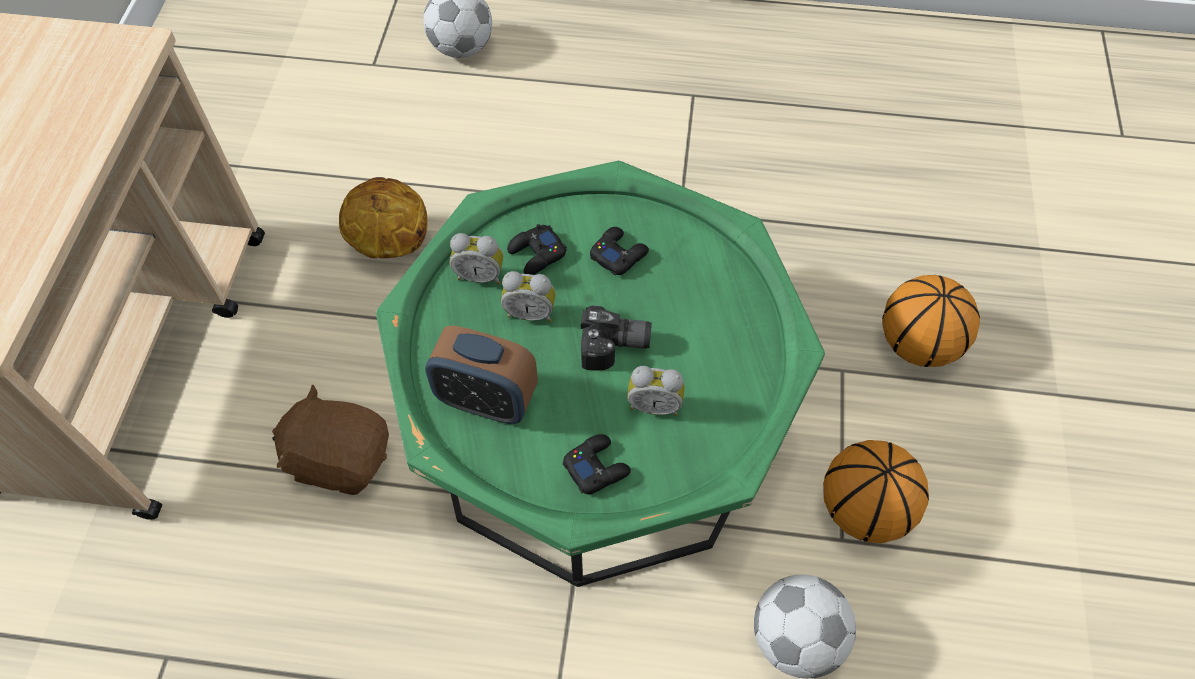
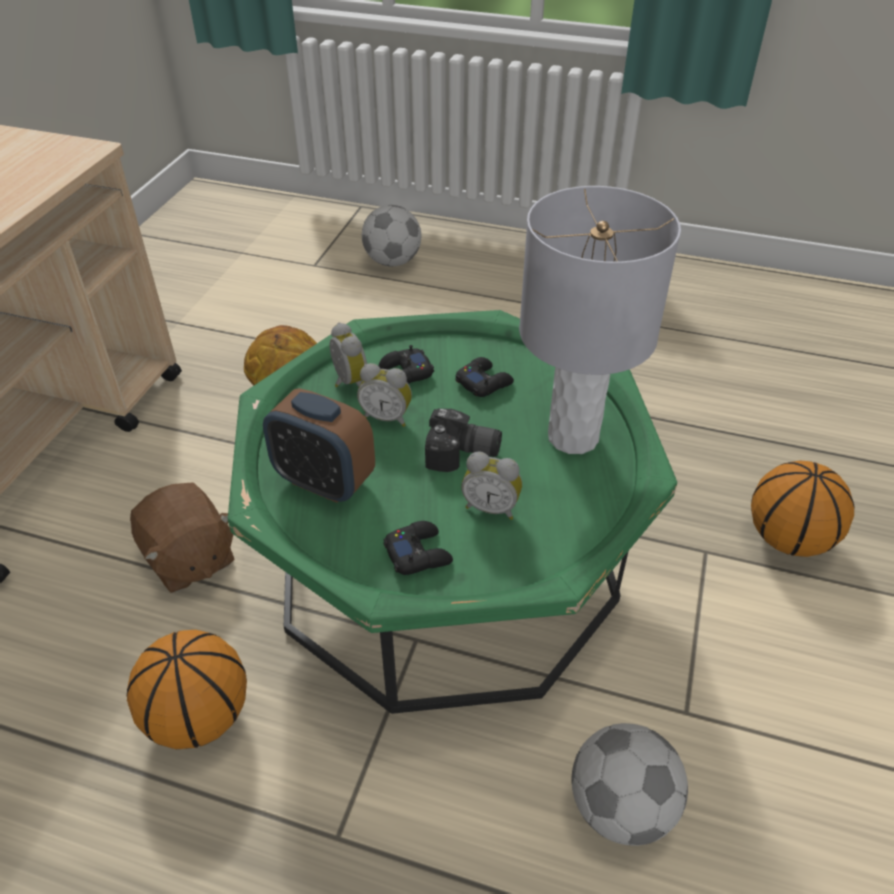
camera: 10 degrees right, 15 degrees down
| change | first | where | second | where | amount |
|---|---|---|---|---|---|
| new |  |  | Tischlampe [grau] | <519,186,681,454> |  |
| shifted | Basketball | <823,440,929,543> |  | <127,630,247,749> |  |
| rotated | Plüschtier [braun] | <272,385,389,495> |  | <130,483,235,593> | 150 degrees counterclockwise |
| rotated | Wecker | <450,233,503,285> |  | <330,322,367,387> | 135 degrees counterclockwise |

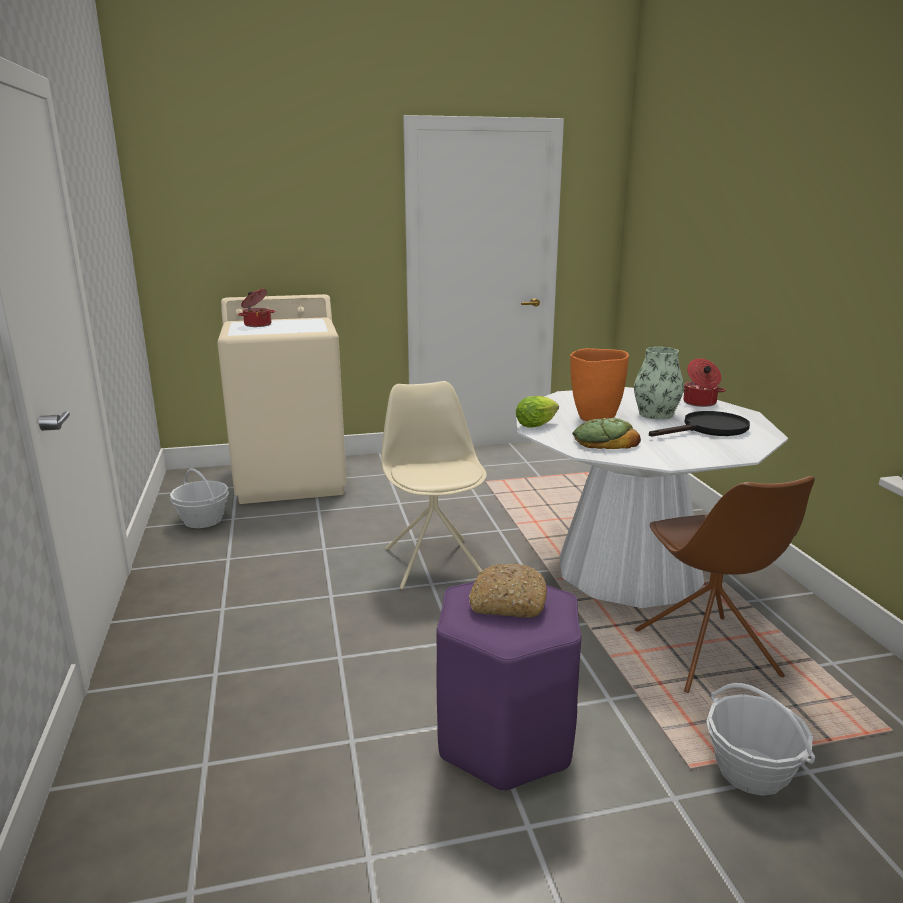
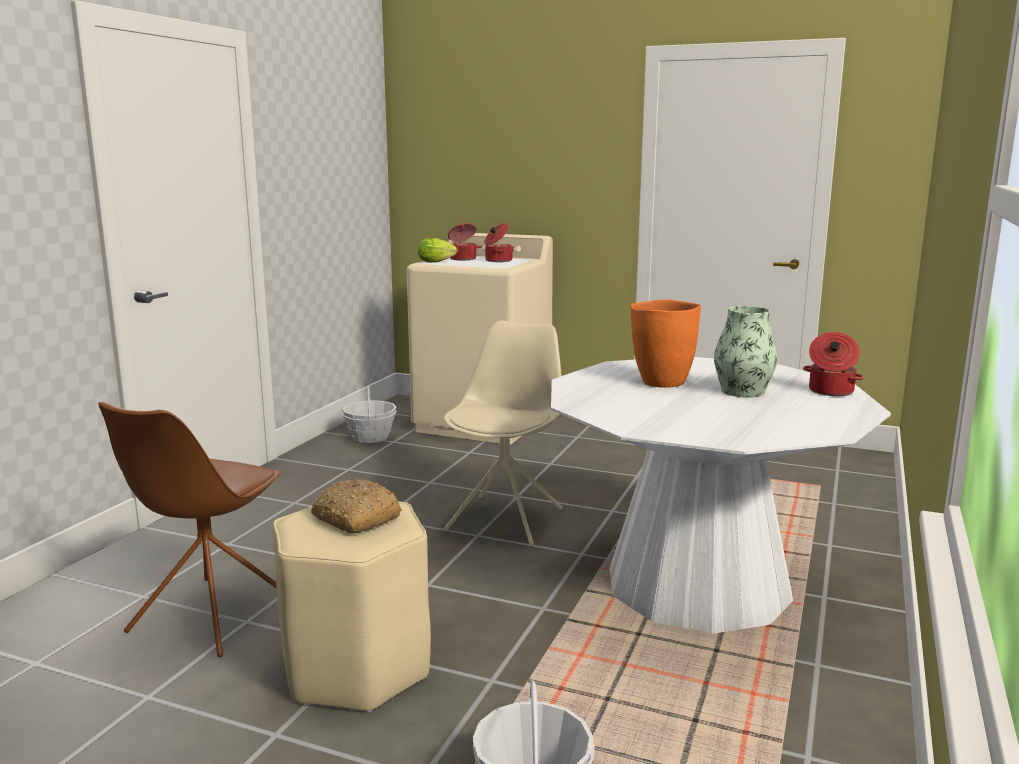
camera: 35 degrees right, 5 degrees down
| change | first | where | second | where | amount |
|---|---|---|---|---|---|
| gone | Brot | <572,418,641,449> |  |  |  |
| gone | Pfanne [schwarz] | <649,411,750,437> |  |  |  |
| new |  |  | Kochtopf | <484,223,514,262> |  |
| shifted | Salatkopf | <516,396,559,428> |  | <418,238,458,263> |  |
| shifted | Stuhl [braun] | <635,476,815,693> |  | <98,401,282,657> |  |
| repainted | Hocker [lila] | <436,581,581,791> | Hocker [beige] | <273,501,431,713> |  |

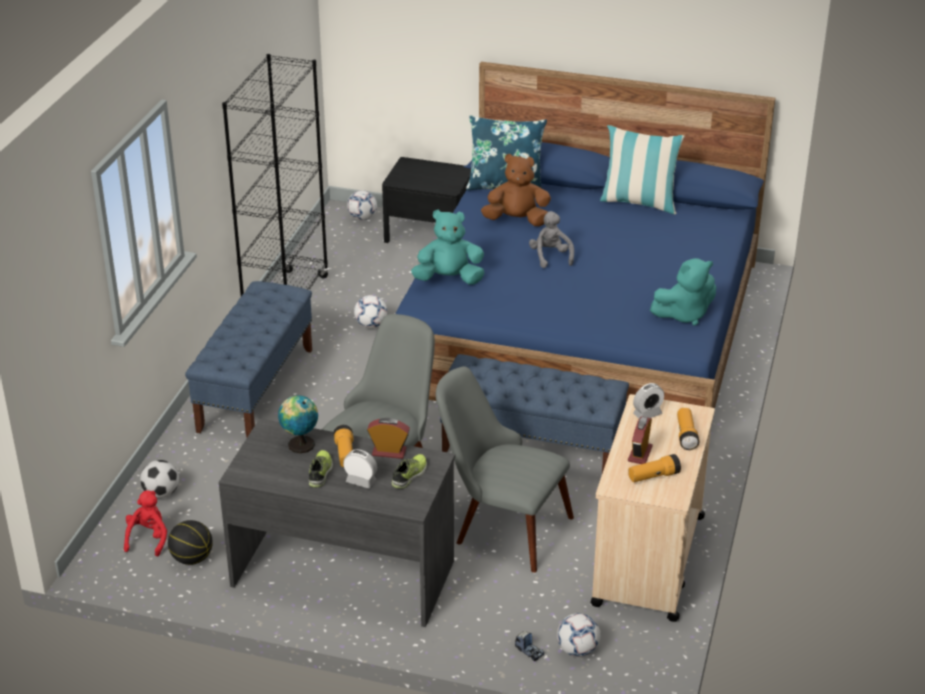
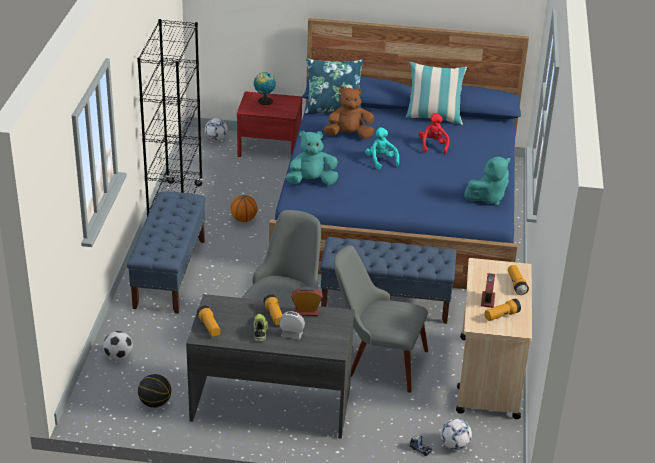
camera: 10 degrees left, 0 degrees up
| change | first | where | second | where | amount |
|---|---|---|---|---|---|
| gone | Schuh | <391,454,427,489> |  |  |  |
| gone | Wecker | <633,383,664,418> |  |  |  |
| new |  |  | Taschenlampe | <197,305,221,337> |  |
| shifted | Plüschtier [rot] | <124,490,167,556> |  | <419,113,449,154> |  |
| shifted | Globus | <278,396,318,453> |  | <254,72,276,105> |  |
| swapped | Fußball | <354,295,387,328> | Basketball | <231,195,258,222> |  |
| repainted | Nachttisch [schwarz] | <382,157,471,243> | Nachttisch [rot] | <237,92,302,157> |  |
| repainted | Plüschtier [grau] | <529,211,574,268> | Plüschtier [türkis] | <365,127,399,170> |  |

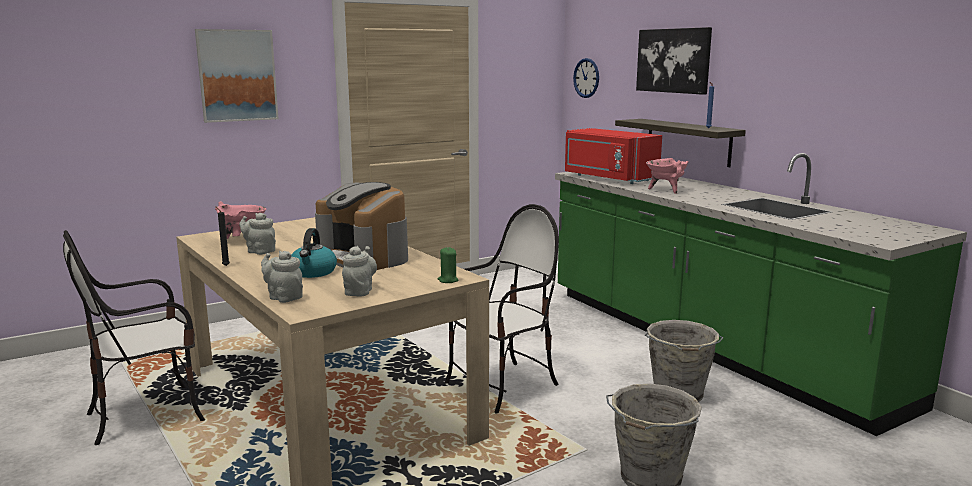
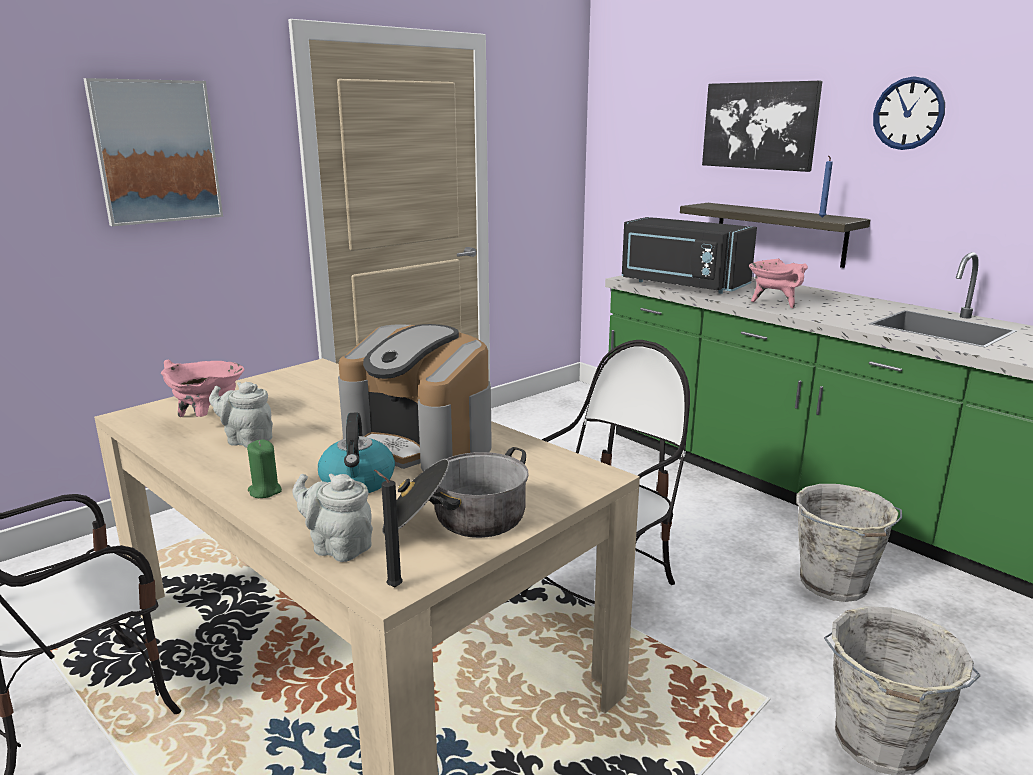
camera: 10 degrees left, 5 degrees up
| change | first | where | second | where | amount |
|---|---|---|---|---|---|
| shifted | Kerze [schwarz] | <215,206,230,266> |  | <374,470,403,587> |  |
| shifted | Kerze [grün] | <438,247,459,283> |  | <247,439,282,498> |  |
| shifted | Wanduhr | <573,58,599,98> |  | <873,76,945,150> |  |
| swapped | Teekanne [grau] | <342,246,377,296> | Kochtopf | <382,447,529,538> |  |
| repainted | Mikrowelle [rot] | <565,128,662,184> | Mikrowelle [schwarz] | <622,217,757,294> |  |

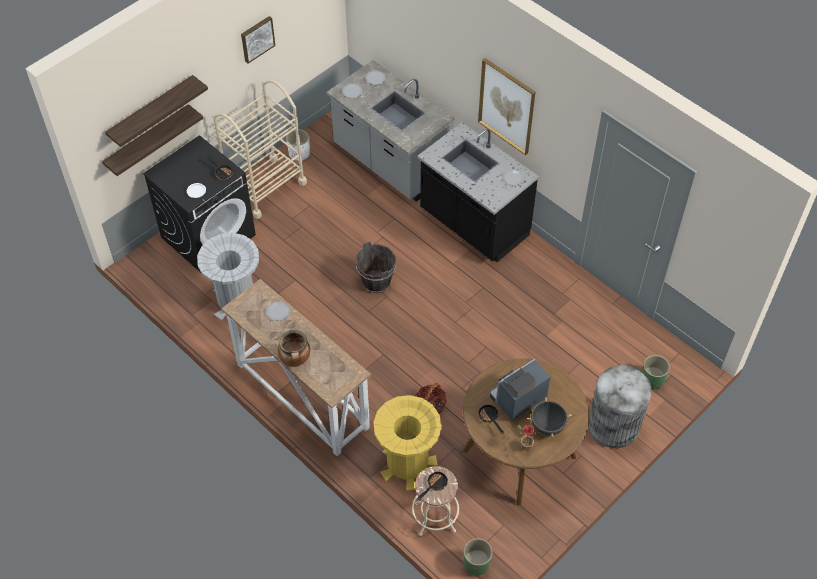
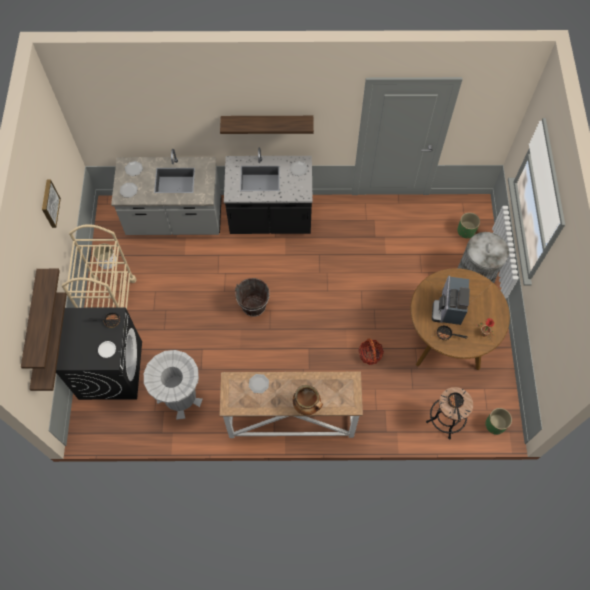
camera: 45 degrees left, 10 degrees up
| change | first | where | second | where | amount |
|---|---|---|---|---|---|
| gone | Mülleimer [gelb] | <373,395,442,491> |  |  |  |
| gone | Kochtopf [schwarz] | <527,397,572,437> |  |  |  |
| swapped | Bild | <478,58,535,155> | Wandregal | <220,116,314,134> |  |
| repainted | Hocker [beige] | <412,466,459,536> | Hocker [schwarz] | <426,387,473,439> |  |

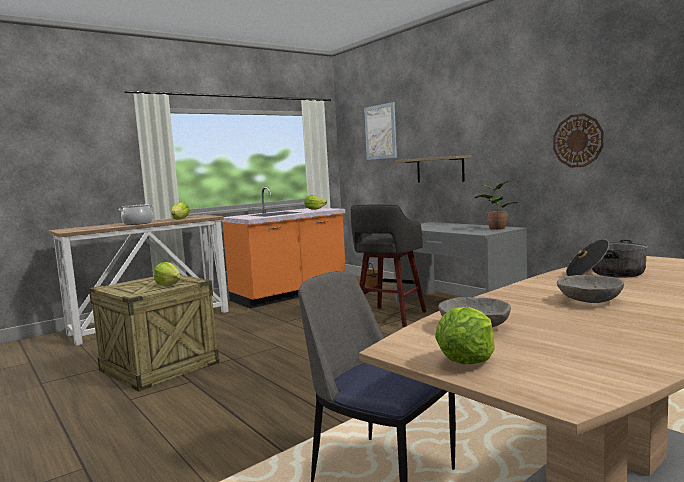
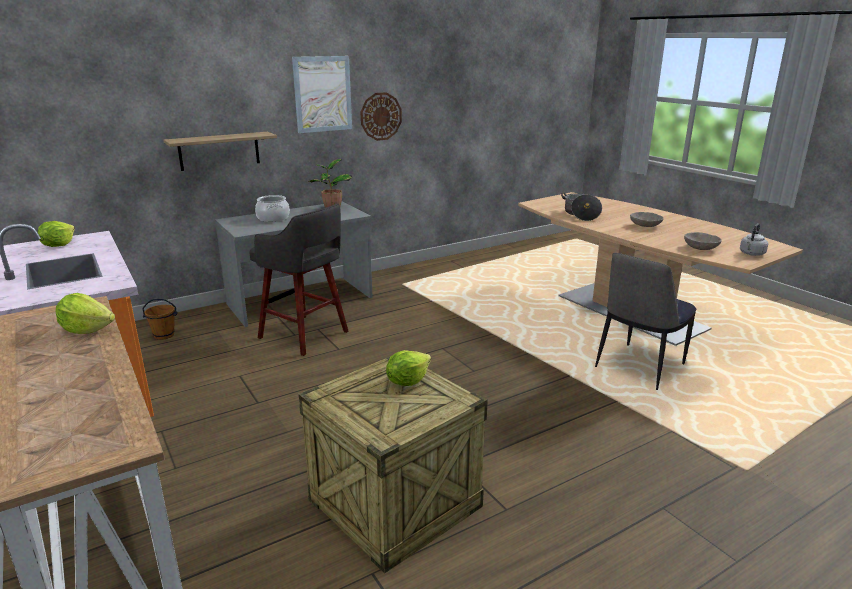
camera: 85 degrees left, 15 degrees up
| change | first | where | second | where | amount |
|---|---|---|---|---|---|
| shifted | Kochtopf | <119,204,154,225> |  | <255,195,290,222> |  |
| shifted | Bild | <364,102,397,160> |  | <292,56,352,133> |  |
| swapped | Salatkopf | <435,307,495,364> | Wasserkessel [grau] | <740,223,768,256> |  |

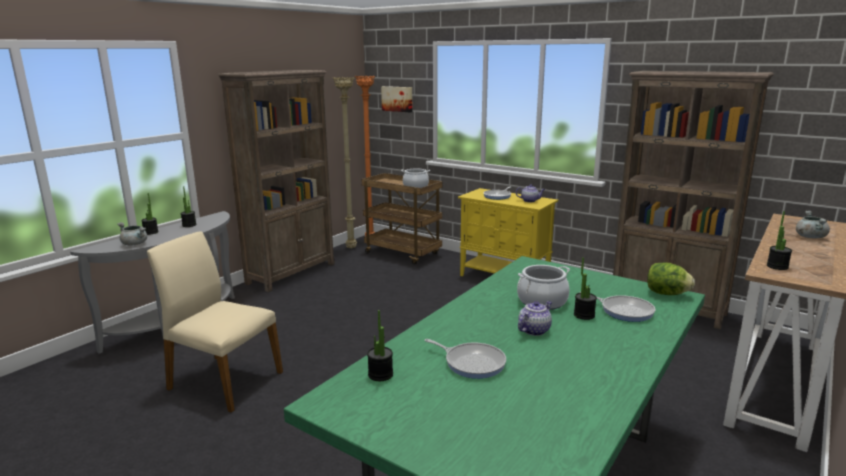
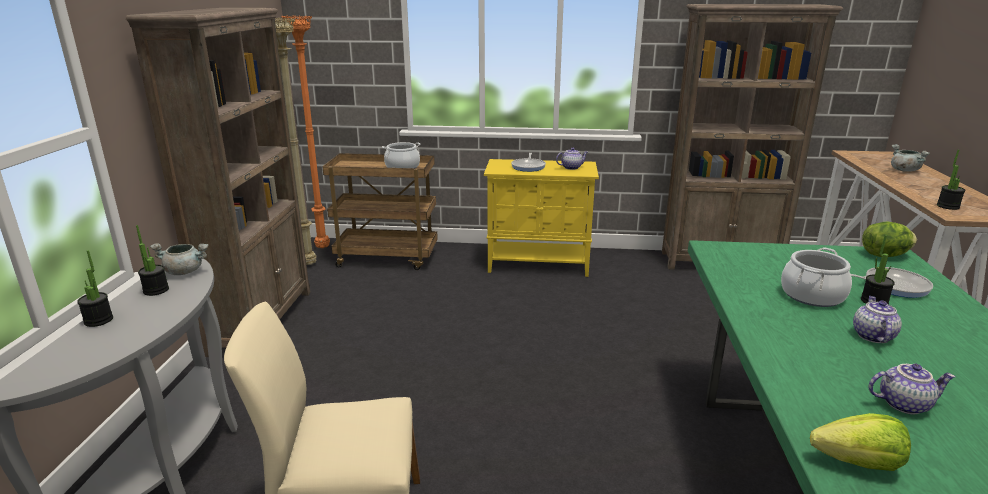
camera: 30 degrees left, 5 degrees up
| change | first | where | second | where | amount |
|---|---|---|---|---|---|
| gone | Bild | <381,86,412,113> |  |  |  |
| shifted | Kochtopf [grau] | <117,222,147,246> |  | <150,243,209,275> |  |
| swapped | Topfpflanze | <367,310,393,381> | Salatkopf | <810,413,911,471> |  |
| swapped | Pfanne | <424,339,506,379> | Teekanne | <868,364,956,414> |  |

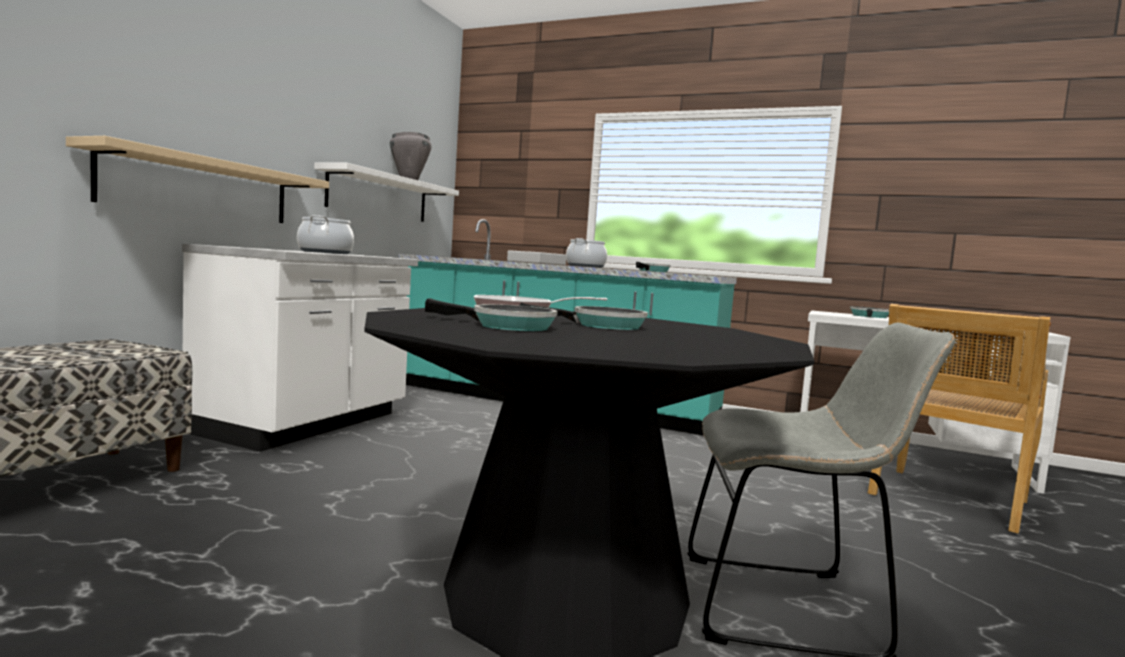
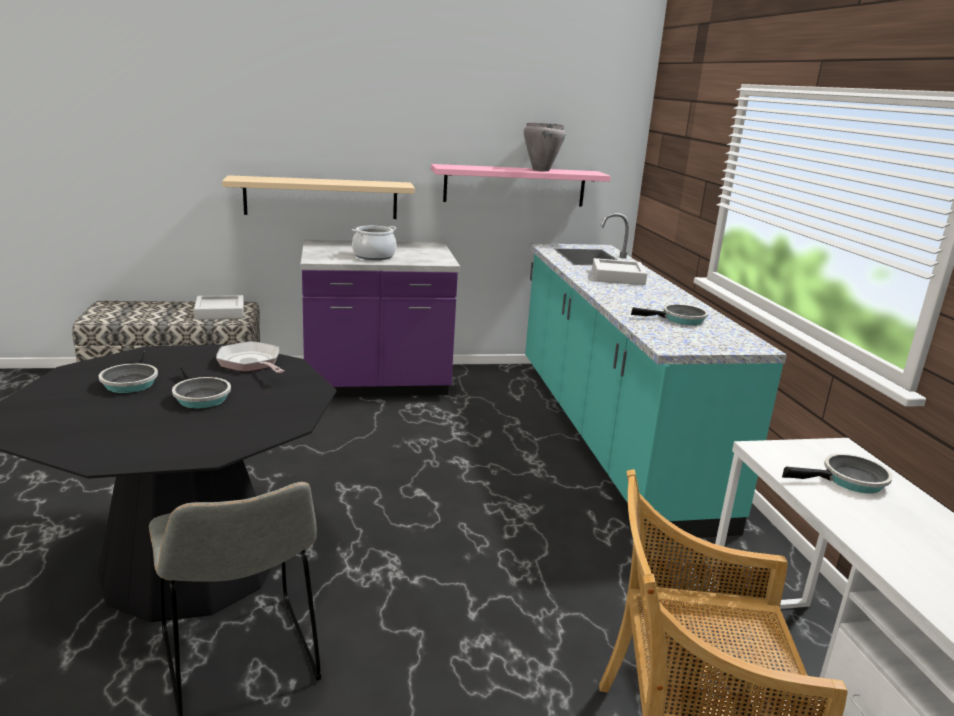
camera: 55 degrees right, 15 degrees up
| change | first | where | second | where | amount |
|---|---|---|---|---|---|
| gone | Kochtopf | <566,238,607,268> |  |  |  |
| new |  |  | Tablett [grau] | <194,295,244,320> |  |
| repainted | Küchenzeile [weiß] | <182,244,418,452> | Küchenzeile [lila] | <300,240,460,397> |  |
| repainted | Wandregal [weiß] | <314,163,459,222> | Wandregal [rosa] | <431,164,611,207> |  |

